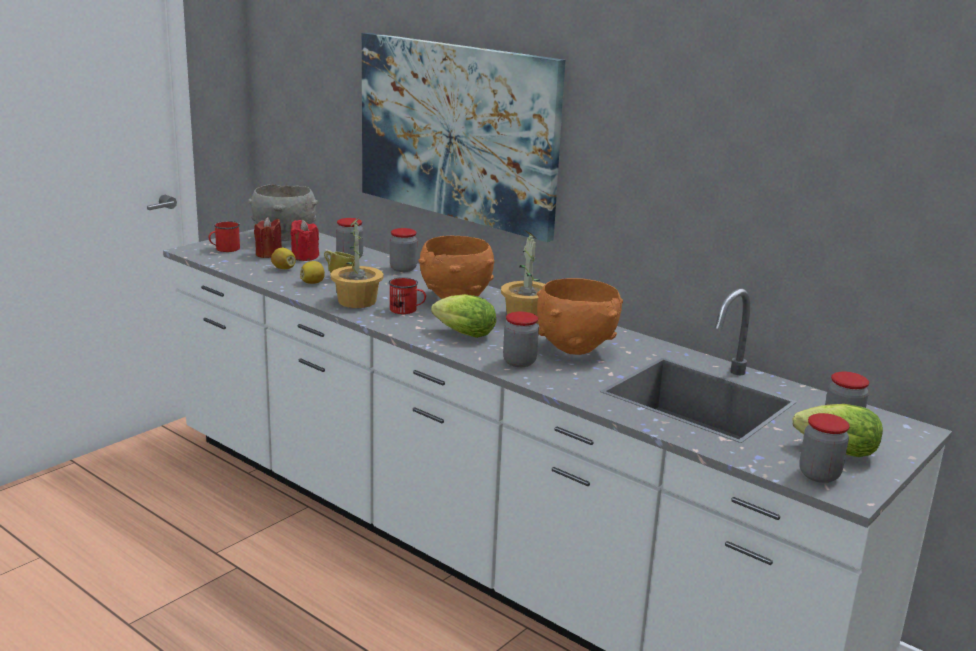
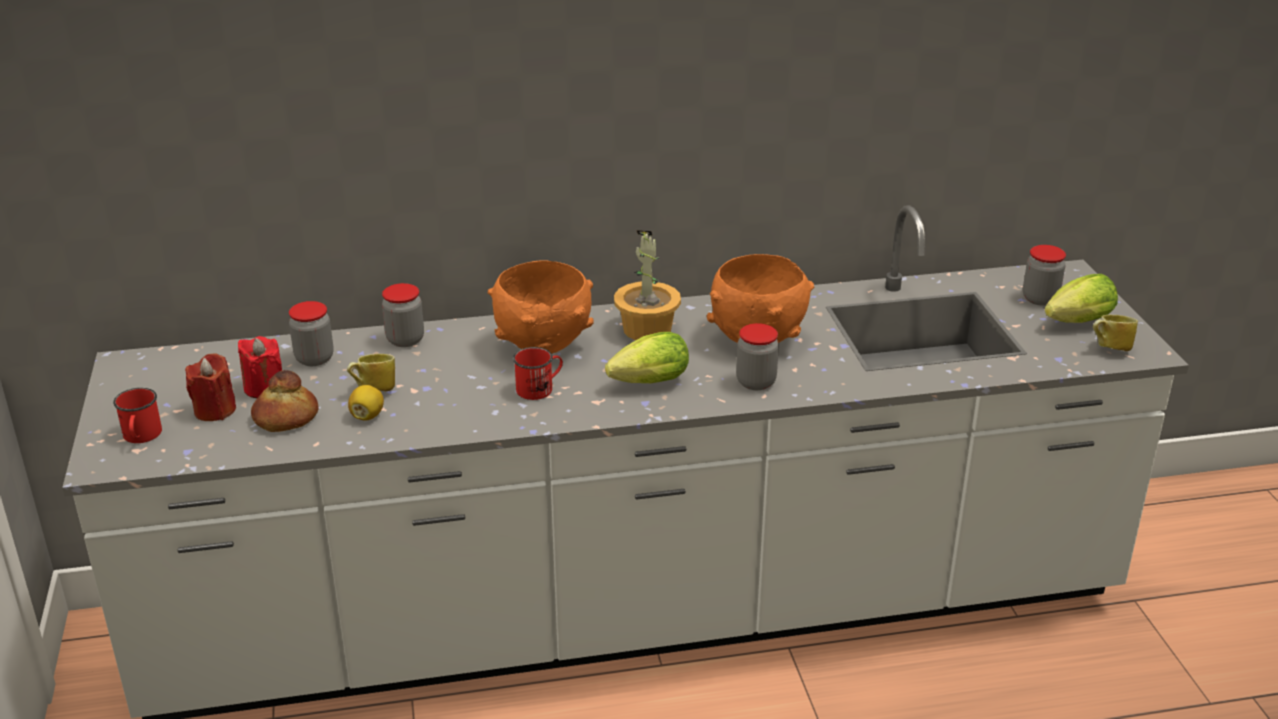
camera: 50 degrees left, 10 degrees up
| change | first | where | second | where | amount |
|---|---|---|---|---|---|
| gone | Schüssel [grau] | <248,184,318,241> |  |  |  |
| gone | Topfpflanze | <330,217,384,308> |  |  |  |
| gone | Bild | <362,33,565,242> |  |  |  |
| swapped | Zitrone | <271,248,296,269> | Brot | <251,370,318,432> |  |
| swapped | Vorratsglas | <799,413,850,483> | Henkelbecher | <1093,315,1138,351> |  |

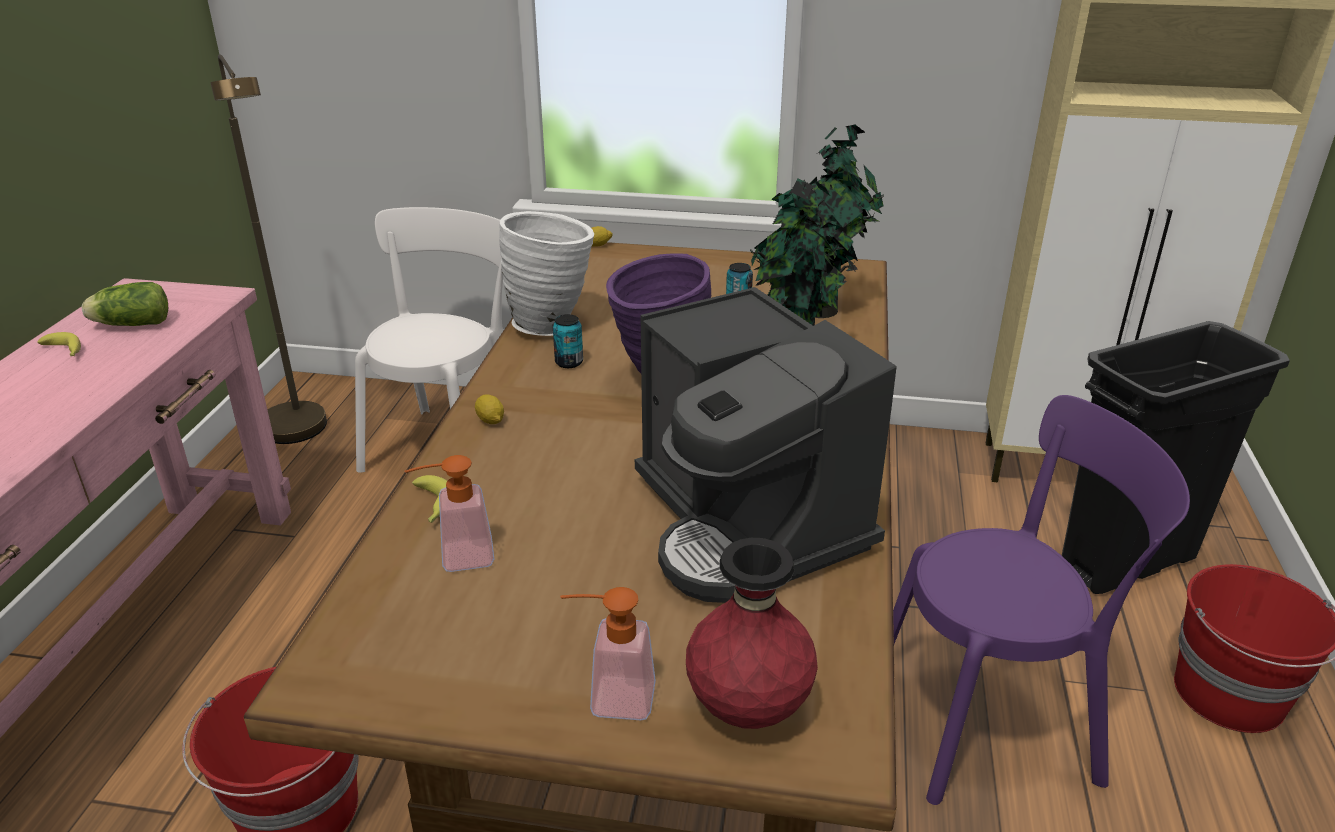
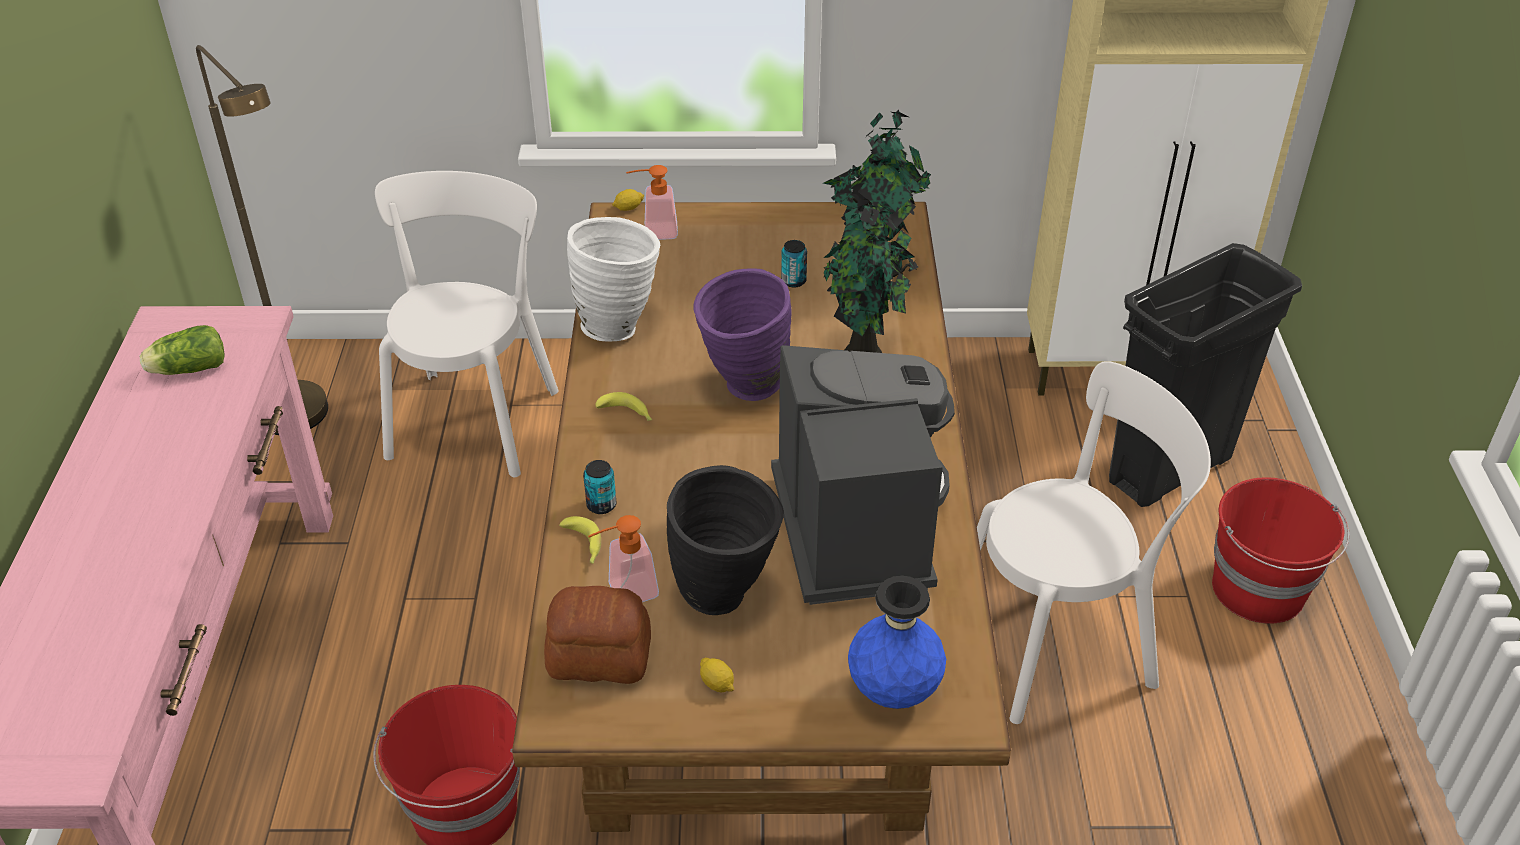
camera: 10 degrees left, 10 degrees up
| change | first | where | second | where | amount |
|---|---|---|---|---|---|
| new |  |  | Brot | <544,586,651,684> |  |
| new |  |  | Vase [schwarz] | <667,465,784,615> |  |
| shifted | Banane | <37,332,81,356> |  | <595,392,652,421> |  |
| shifted | Zitrone | <475,394,504,424> |  | <700,658,734,692> |  |
| shifted | Dose | <553,314,583,368> |  | <583,460,616,514> |  |
| shifted | Seifenspender | <560,587,656,720> |  | <626,165,678,240> |  |
| repainted | Vase [rot] | <686,538,818,729> | Vase [blau] | <848,576,946,709> |  |
| repainted | Stuhl [lila] | <893,395,1190,805> | Stuhl [weiß] | <977,361,1211,724> |  |
| rotated | Kaffeemaschine | <635,287,897,603> |  | <771,345,955,605> | 150 degrees counterclockwise |

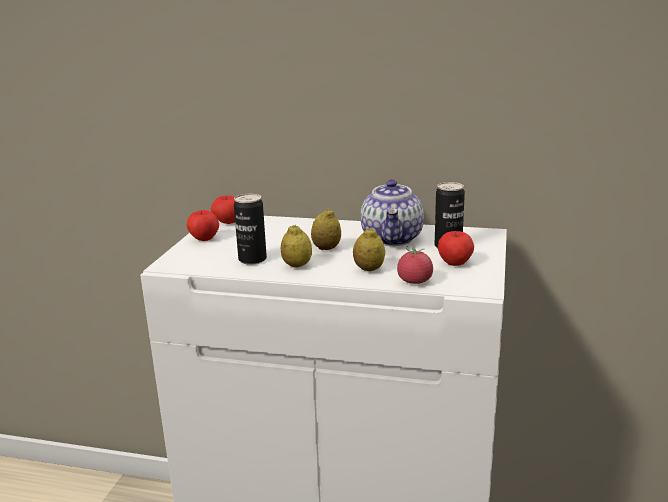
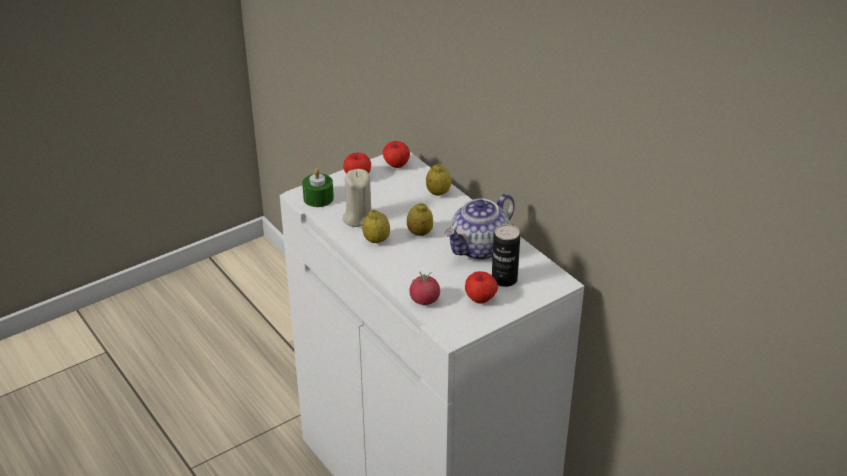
camera: 40 degrees right, 15 degrees up
| change | first | where | second | where | amount |
|---|---|---|---|---|---|
| new |  |  | Kerze [grün] | <302,168,334,207> |  |
| shifted | Zitrone | <353,228,385,271> |  | <426,164,451,196> |  |
| swapped | Dose | <234,194,267,265> | Kerze [beige] | <343,169,371,227> |  |

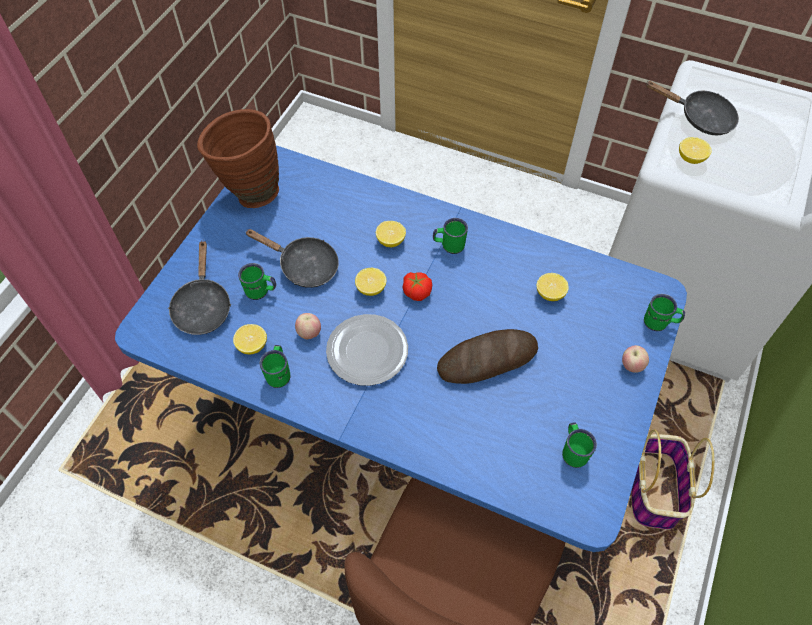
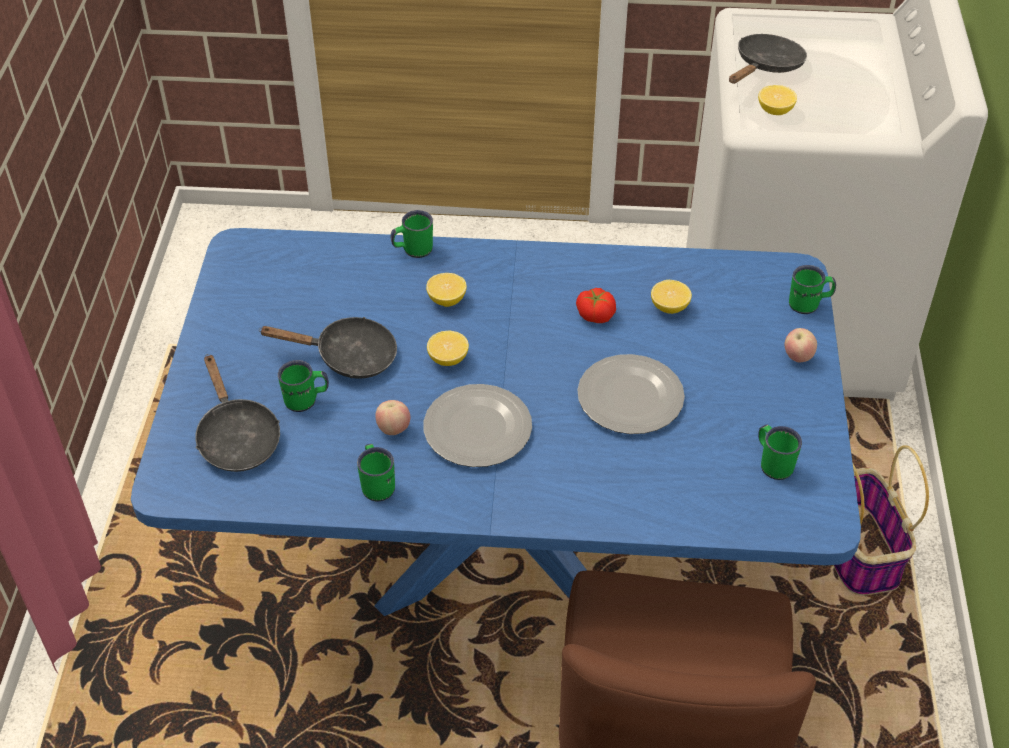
camera: 20 degrees left, 10 degrees down
| change | first | where | second | where | amount |
|---|---|---|---|---|---|
| gone | Vase [braun] | <197,109,279,208> |  |  |  |
| gone | Zitrone | <233,324,267,354> |  |  |  |
| shifted | Tomate | <403,272,432,301> |  | <576,288,616,323> |  |
| shifted | Henkelbecher [grün] | <433,218,468,254> |  | <391,210,433,258> |  |
| swapped | Brot | <437,329,538,384> | Teller | <577,354,685,434> |  |
| rotated | Pfanne [schwarz] | <646,81,739,135> |  | <729,34,807,84> | 60 degrees counterclockwise |

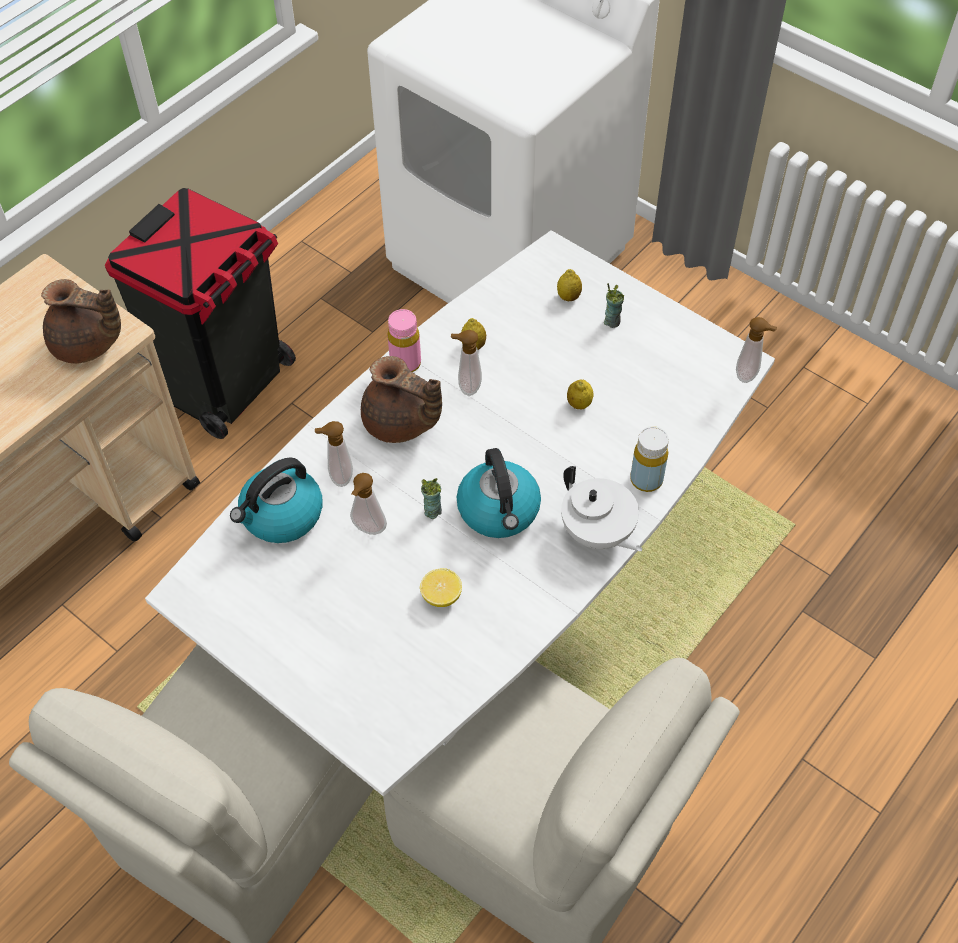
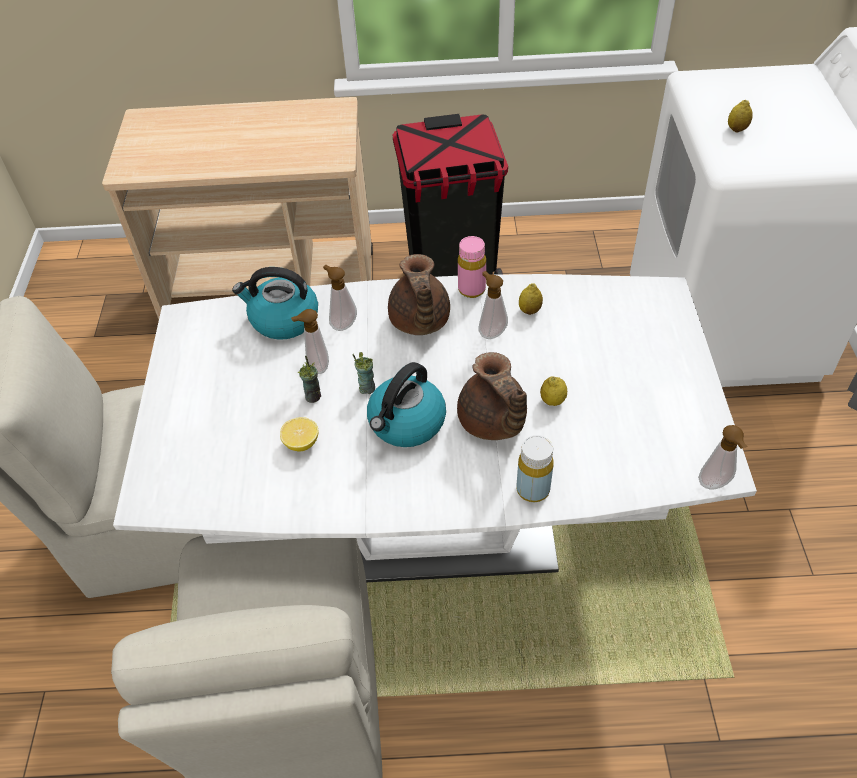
camera: 50 degrees right, 5 degrees down
| change | first | where | second | where | amount |
|---|---|---|---|---|---|
| gone | Teekanne [weiß] | <561,466,642,551> |  |  |  |
| shifted | Teekanne [braun] | <41,279,121,364> |  | <457,352,527,440> |  |
| shifted | Zitrone | <557,269,582,301> |  | <728,100,753,132> |  |
| shifted | Tasse | <604,283,624,328> |  | <297,356,321,403> |  |

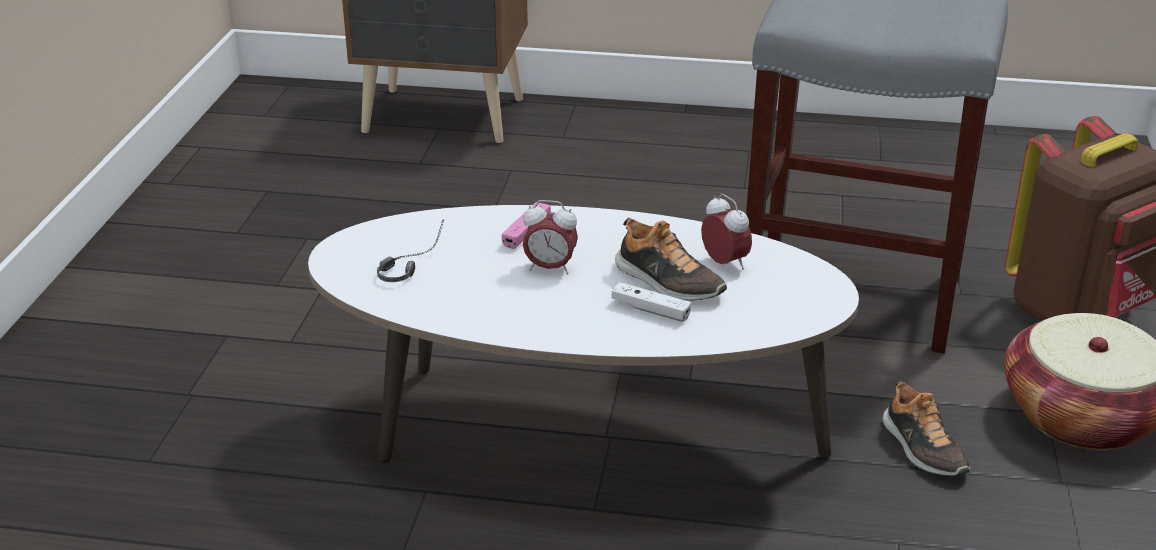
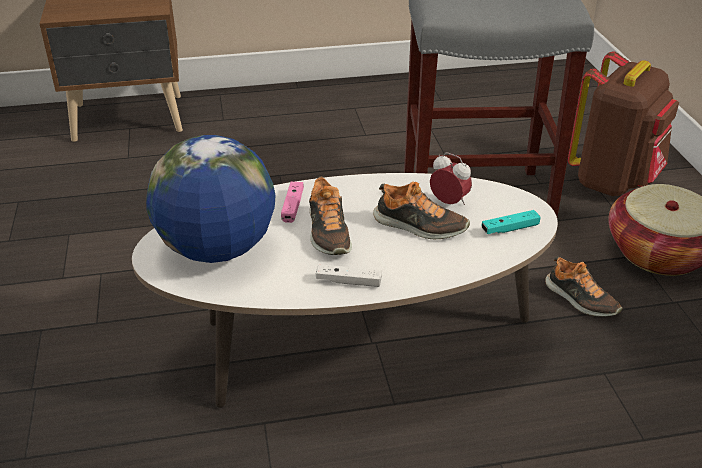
camera: 20 degrees left, 5 degrees up
| change | first | where | second | where | amount |
|---|---|---|---|---|---|
| new |  |  | Gamepad [türkis] | <481,210,541,234> |  |
| shifted | Gamepad [weiß] | <612,282,691,322> |  | <316,264,382,287> |  |
| swapped | Kopfhörer | <377,220,444,282> | Globus | <146,135,276,263> |  |
| swapped | Wecker | <523,200,578,274> | Schuh | <309,176,352,255> |  |

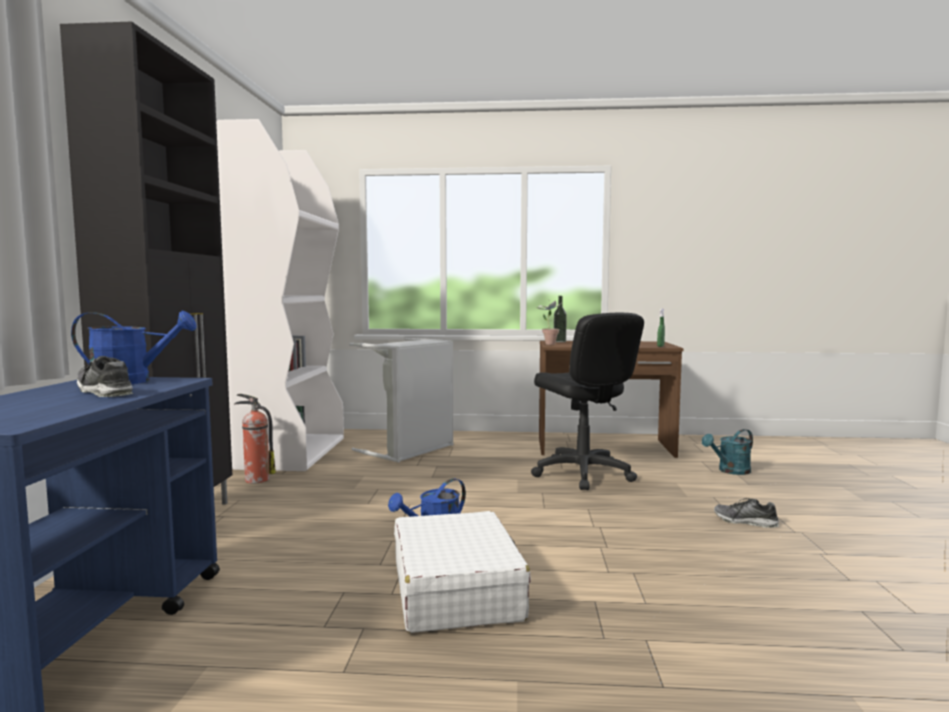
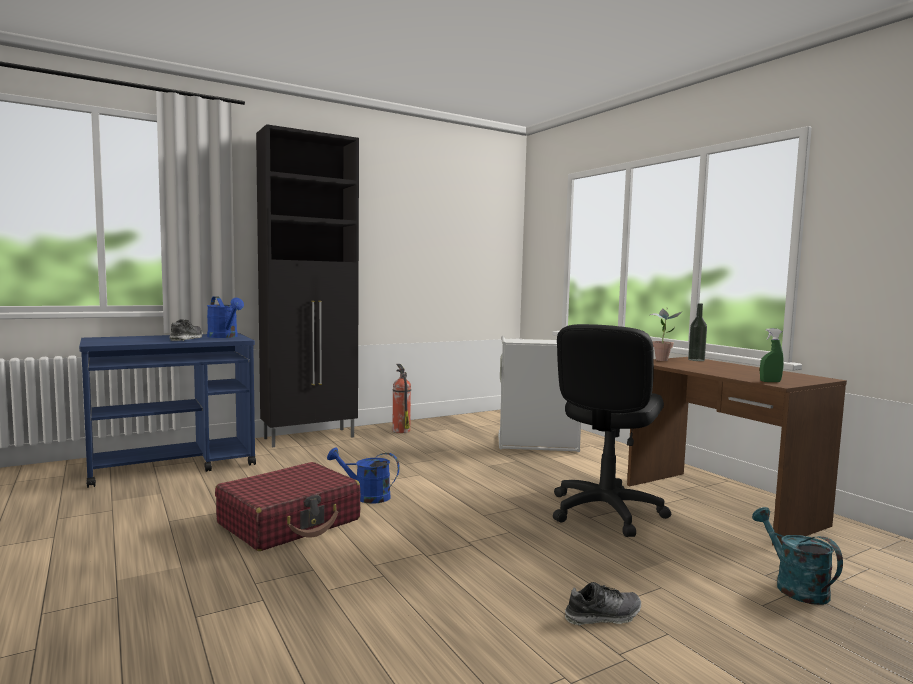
camera: 55 degrees right, 0 degrees up
| change | first | where | second | where | amount |
|---|---|---|---|---|---|
| gone | Bücherregal [weiß] | <216,119,344,471> |  |  |  |
| repainted | Koffer [weiß] | <394,511,531,633> | Koffer [rot] | <215,462,360,551> |  |
| rotated | Gießkanne [türkis] | <702,429,753,475> |  | <752,507,843,605> | 45 degrees clockwise |
| rotated | Schuh | <714,498,779,528> |  | <565,582,641,626> | 90 degrees clockwise |

